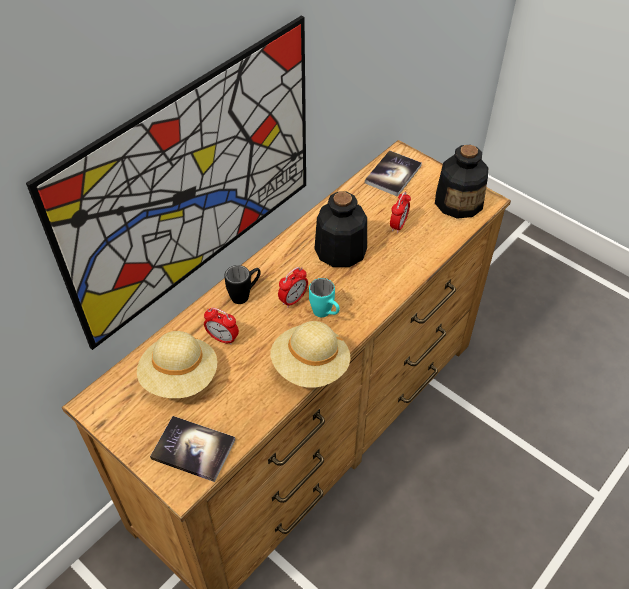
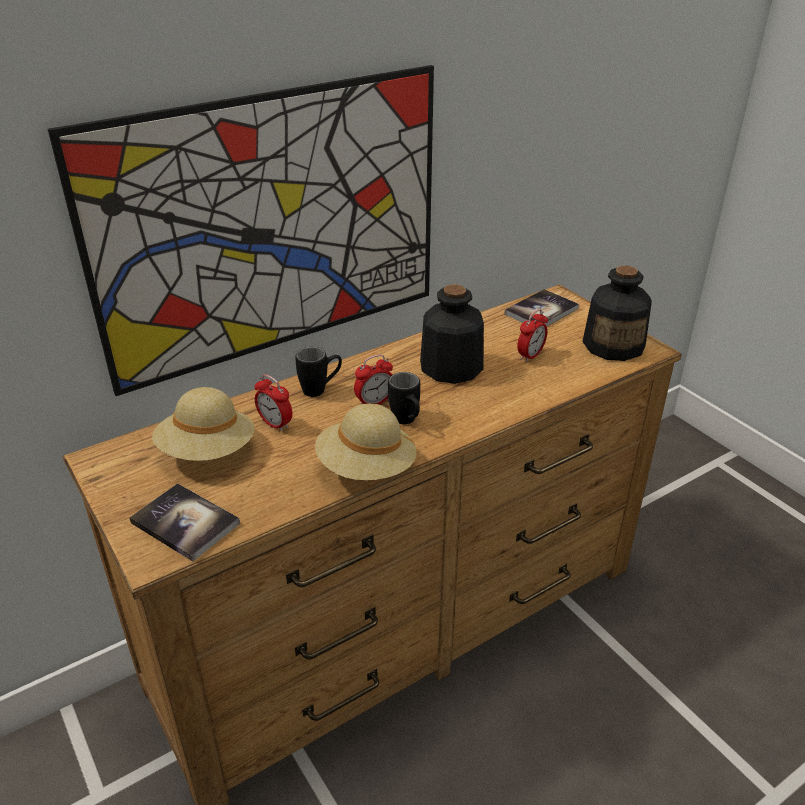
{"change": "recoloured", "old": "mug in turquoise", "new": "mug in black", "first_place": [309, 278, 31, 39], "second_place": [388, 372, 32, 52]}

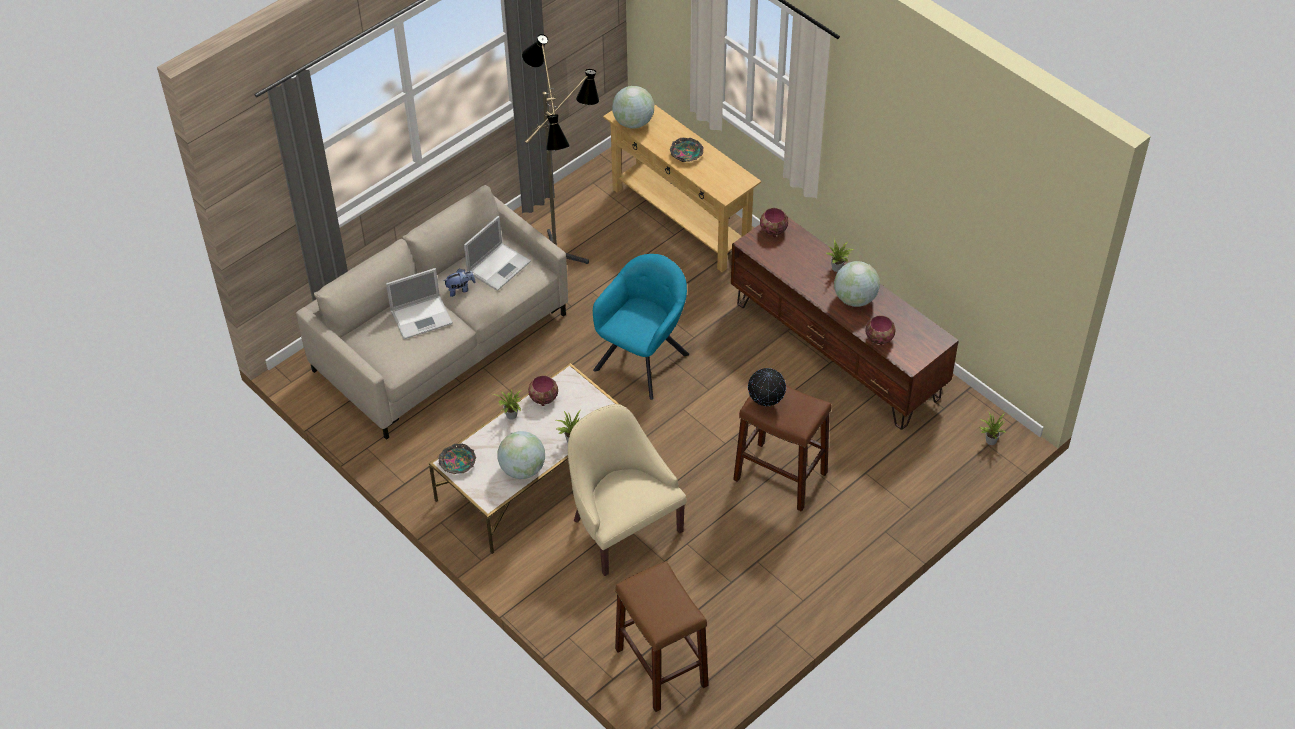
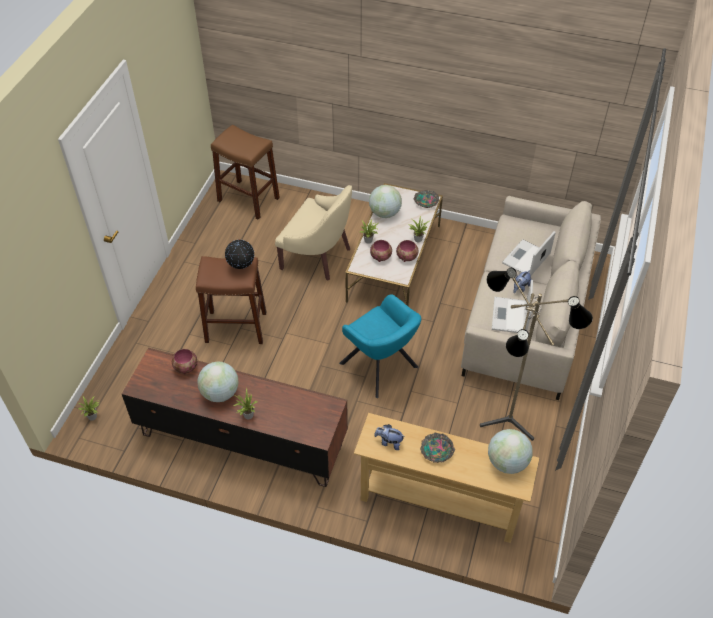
{"change": "added", "new": "plush toy", "second_place": [374, 424, 30, 26]}
{"change": "moved", "old": "bowl", "first_place": [760, 208, 28, 29], "second_place": [370, 240, 22, 22]}
{"change": "turned", "old": "armchair in turquoise", "first_place": [593, 254, 96, 146], "second_place": [339, 294, 82, 104], "degrees": -45}

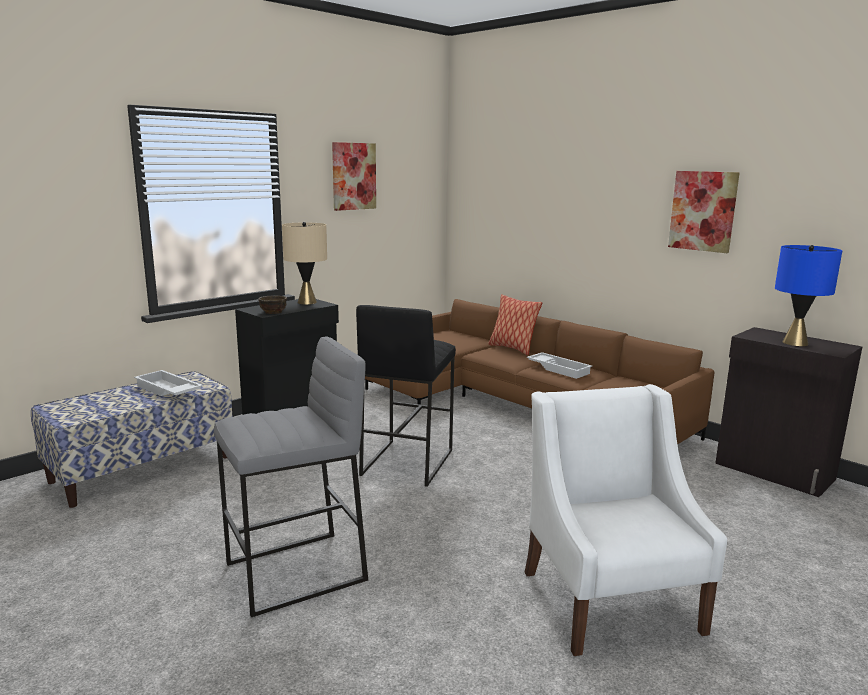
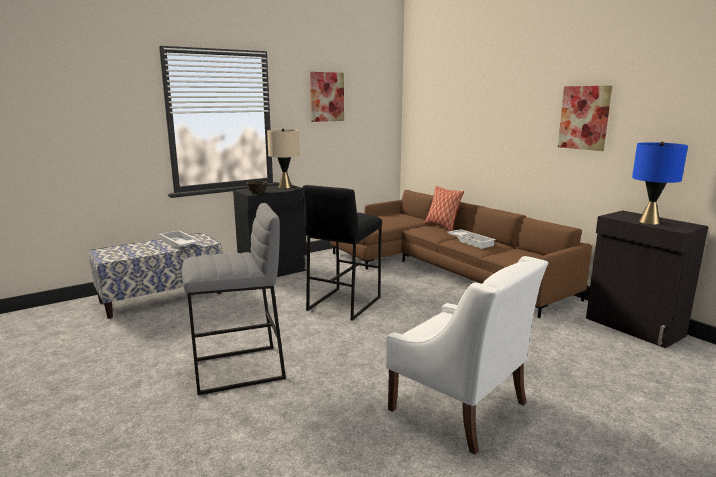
{"change": "turned", "old": "armchair in white", "first_place": [524, 384, 203, 272], "second_place": [386, 256, 162, 199], "degrees": 135}

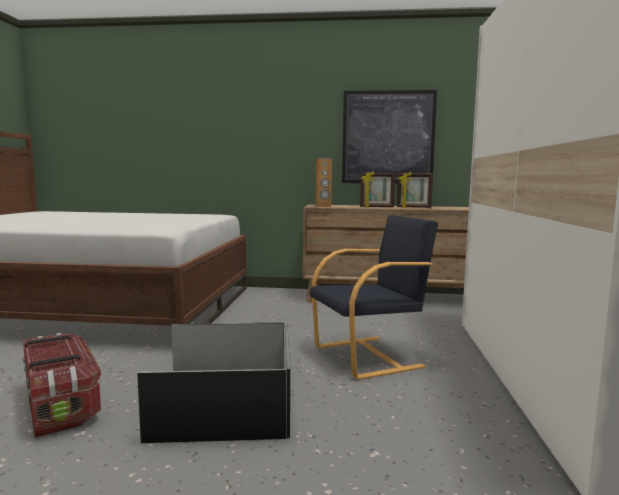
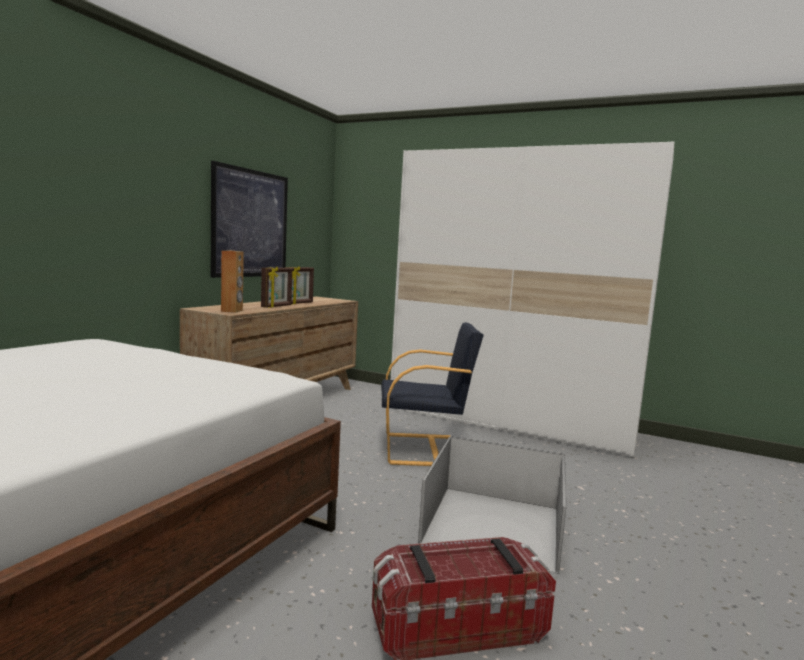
{"change": "turned", "old": "armchair in black", "first_place": [310, 215, 128, 165], "second_place": [381, 322, 103, 144], "degrees": 90}

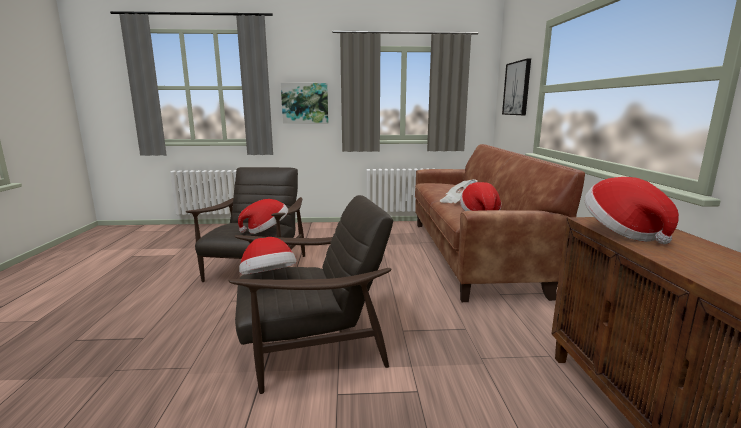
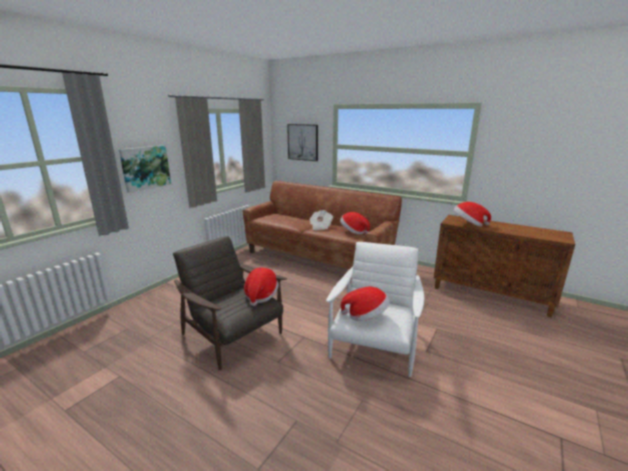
{"change": "recoloured", "old": "armchair in brown", "new": "armchair in white", "first_place": [229, 195, 164, 199], "second_place": [326, 242, 98, 135]}

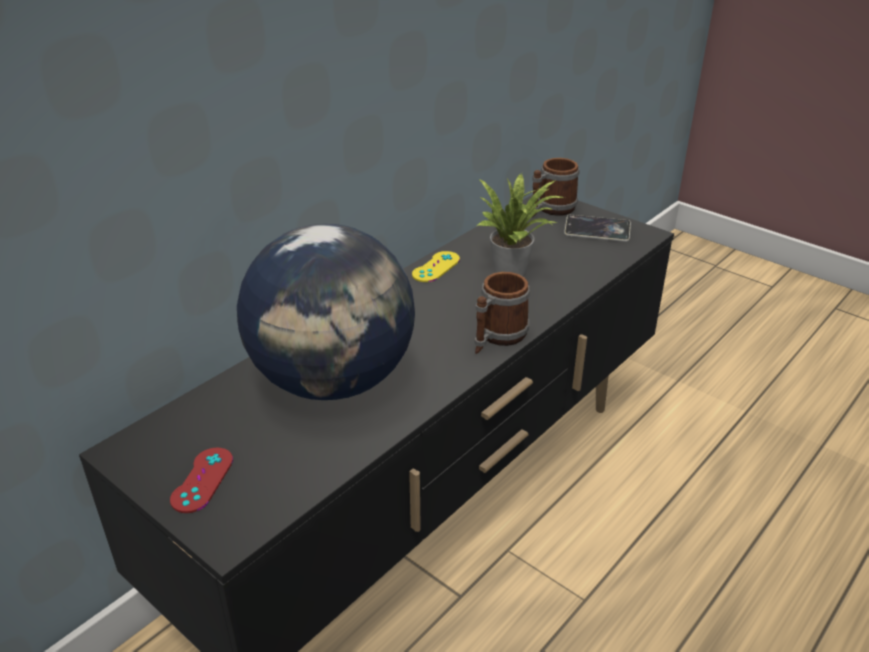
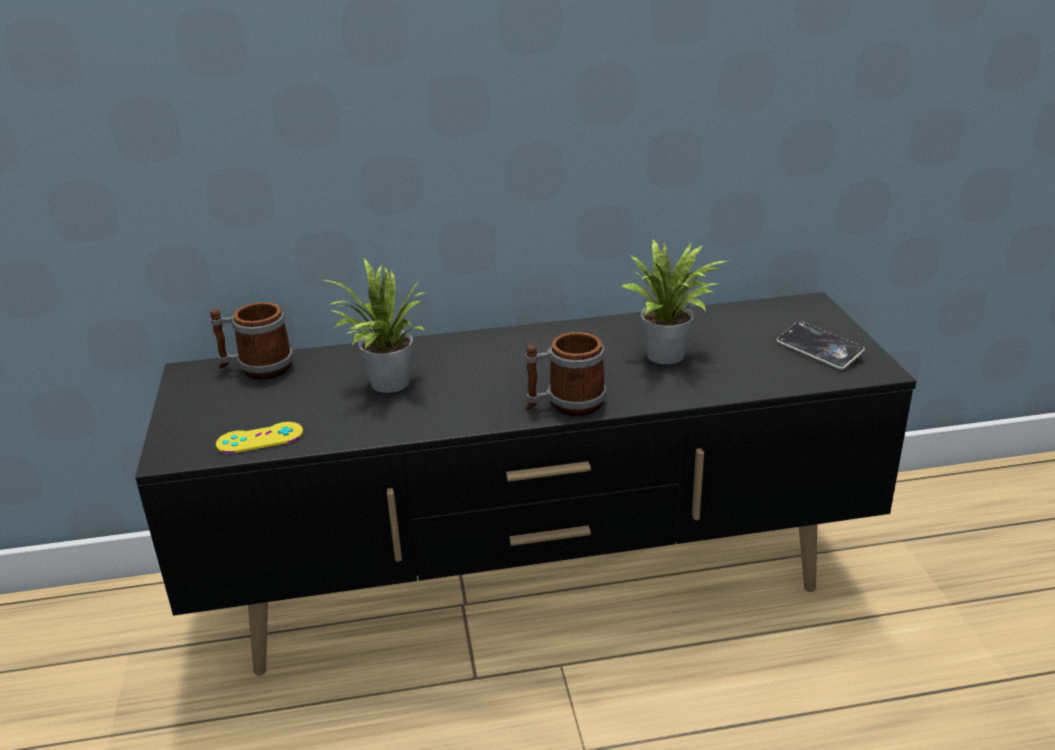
{"change": "removed", "old": "game controller in red", "first_place": [170, 448, 63, 65]}
{"change": "moved", "old": "game controller in yellow", "first_place": [412, 251, 48, 31], "second_place": [216, 422, 87, 32]}
{"change": "moved", "old": "mug", "first_place": [531, 158, 49, 60], "second_place": [210, 302, 83, 77]}
{"change": "replaced", "old": "globe", "new": "potted plant", "first_place": [237, 224, 178, 176], "second_place": [321, 259, 105, 134]}

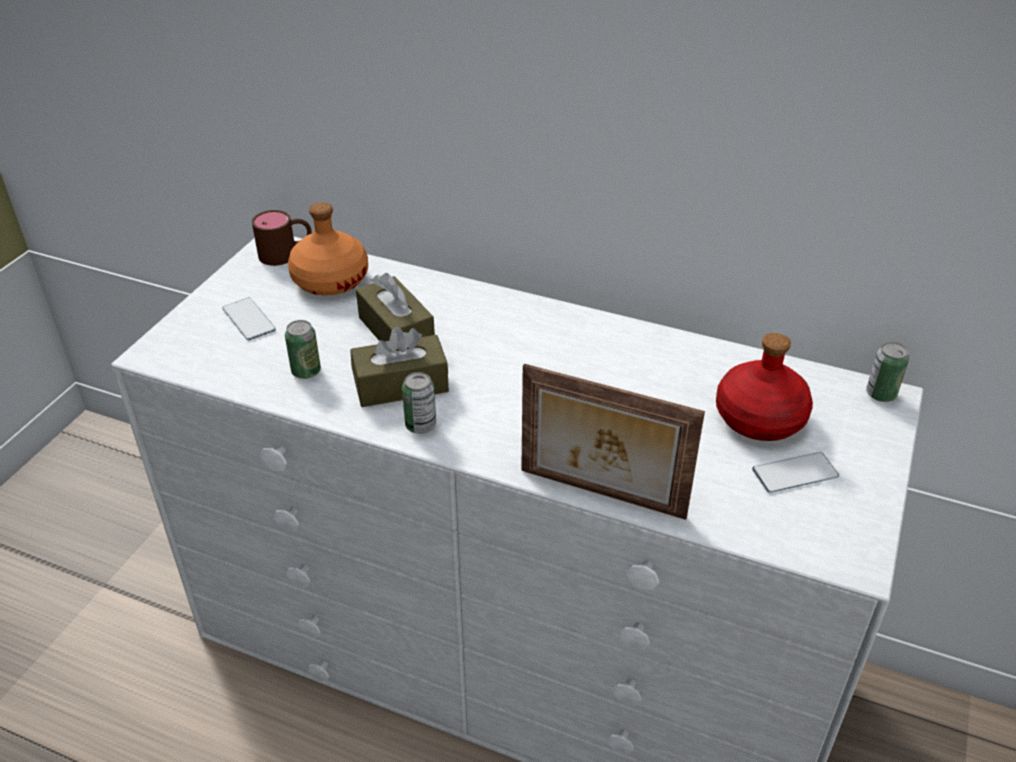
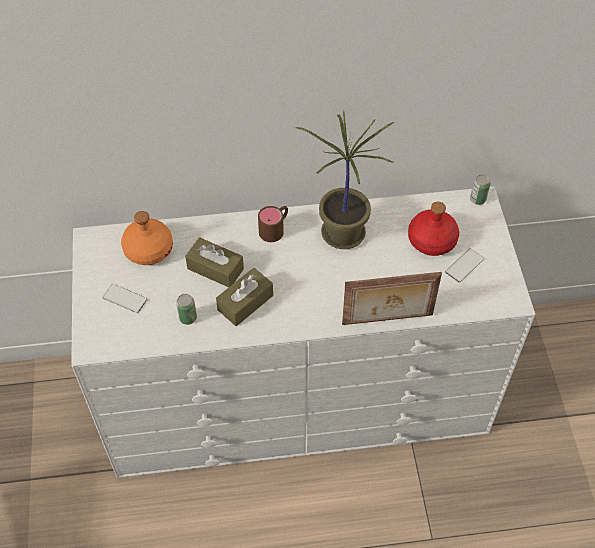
{"change": "removed", "old": "can", "first_place": [402, 372, 34, 62]}
{"change": "added", "new": "potted plant", "second_place": [295, 111, 99, 138]}
{"change": "moved", "old": "mug in brown", "first_place": [252, 210, 60, 56], "second_place": [258, 206, 30, 36]}

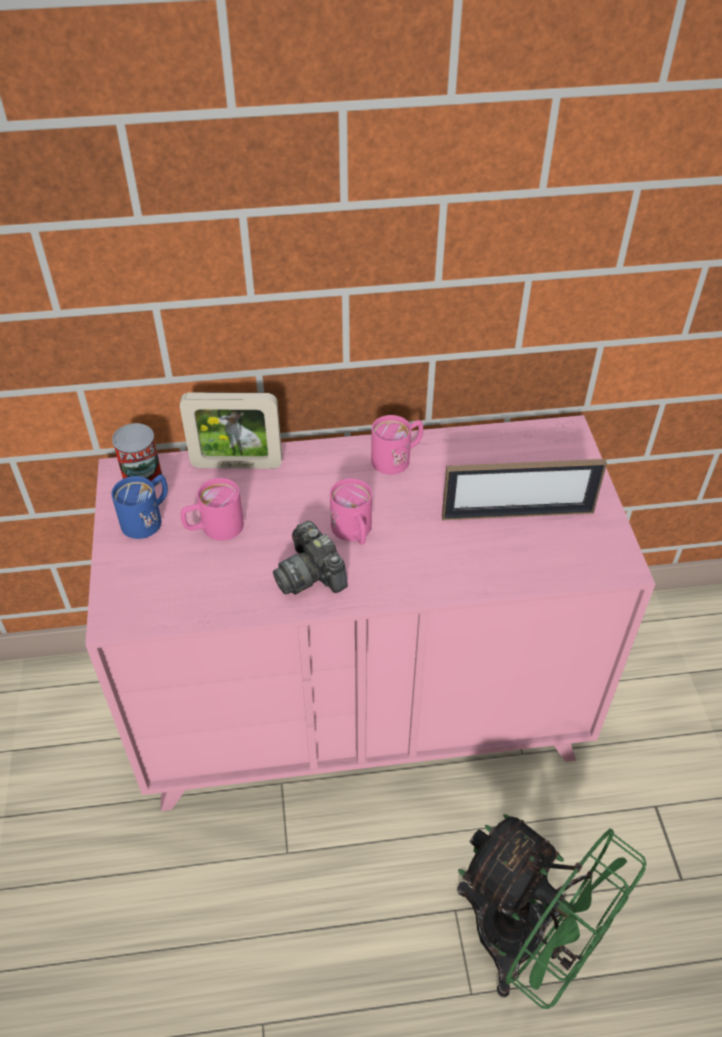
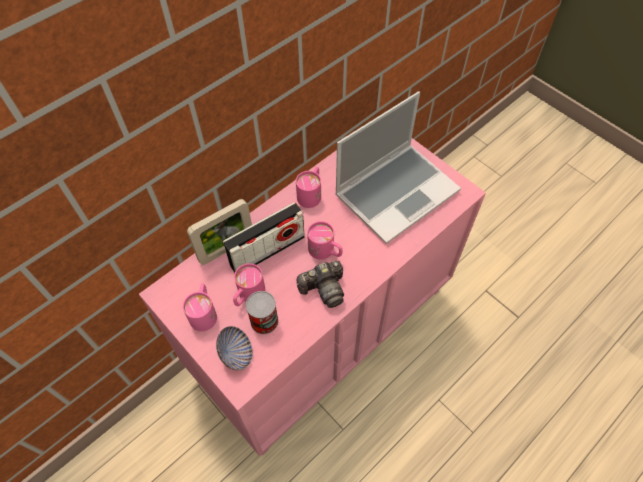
{"change": "removed", "old": "fan in green", "first_place": [457, 814, 190, 195]}
{"change": "added", "new": "bowl", "second_place": [216, 326, 37, 44]}
{"change": "added", "new": "radio", "second_place": [223, 202, 82, 70]}
{"change": "moved", "old": "can", "first_place": [112, 423, 51, 64], "second_place": [246, 291, 33, 43]}
{"change": "replaced", "old": "picture frame", "new": "laptop", "first_place": [442, 459, 165, 61], "second_place": [335, 91, 126, 153]}
{"change": "recoloured", "old": "mug in blue", "new": "mug in pink", "first_place": [111, 475, 57, 64], "second_place": [183, 284, 34, 47]}
{"change": "turned", "old": "photo camera", "first_place": [273, 521, 75, 74], "second_place": [297, 261, 47, 47], "degrees": -45}

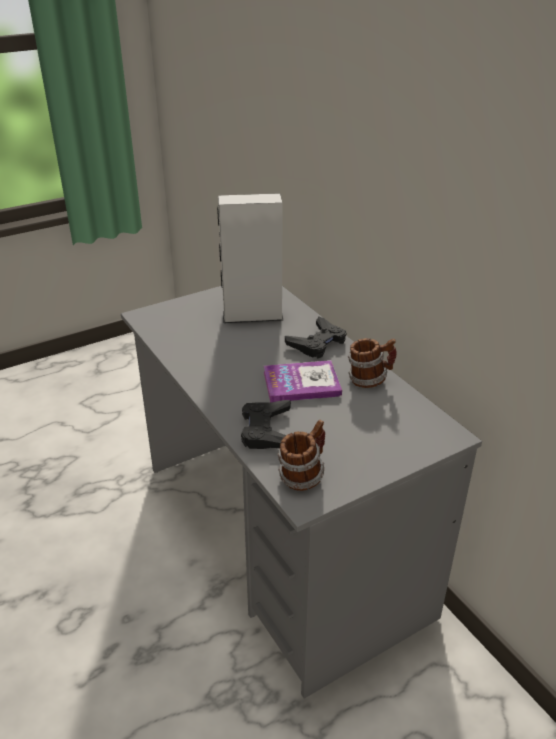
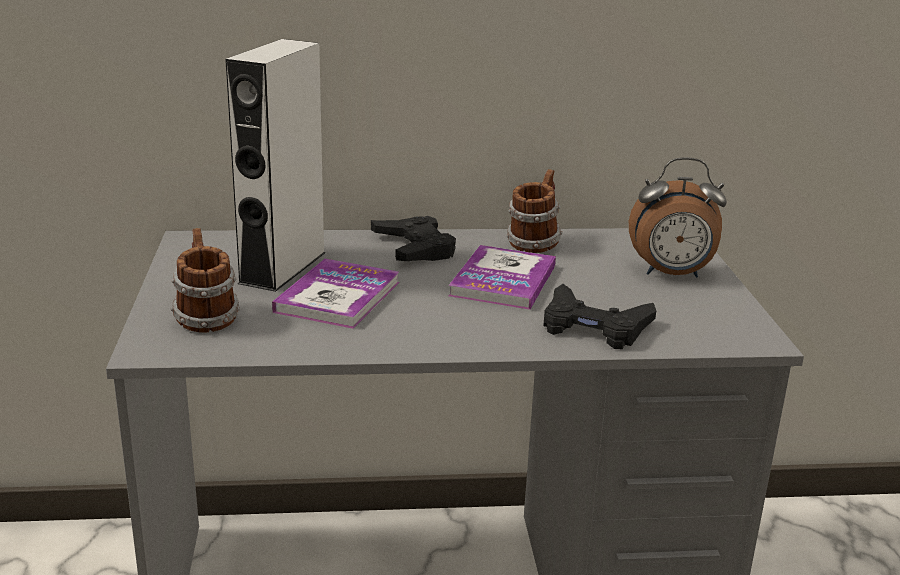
{"change": "added", "new": "book", "second_place": [272, 259, 127, 70]}
{"change": "added", "new": "alarm clock", "second_place": [629, 157, 98, 120]}
{"change": "moved", "old": "mug", "first_place": [277, 420, 48, 71], "second_place": [171, 228, 69, 105]}

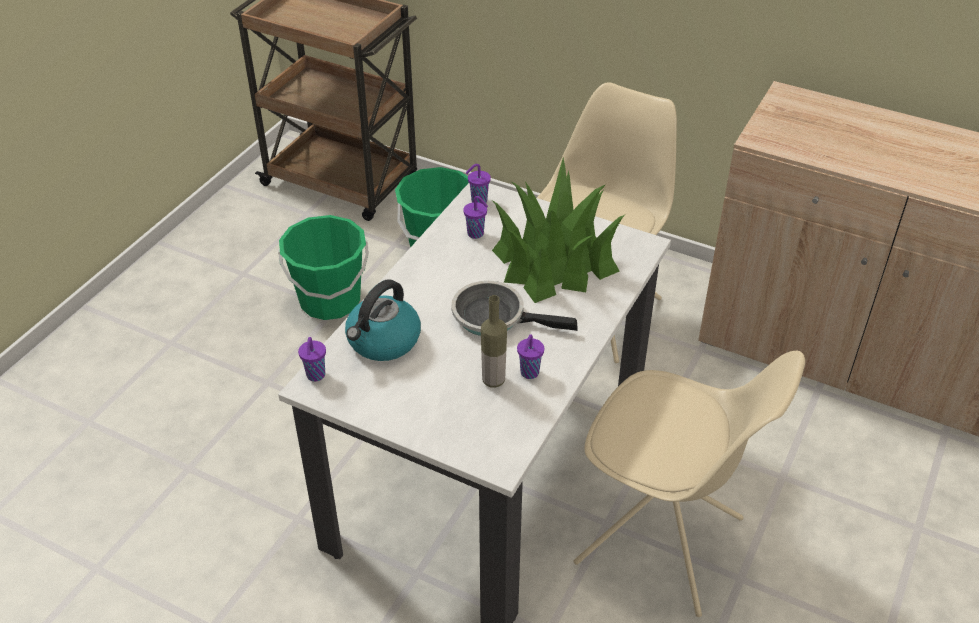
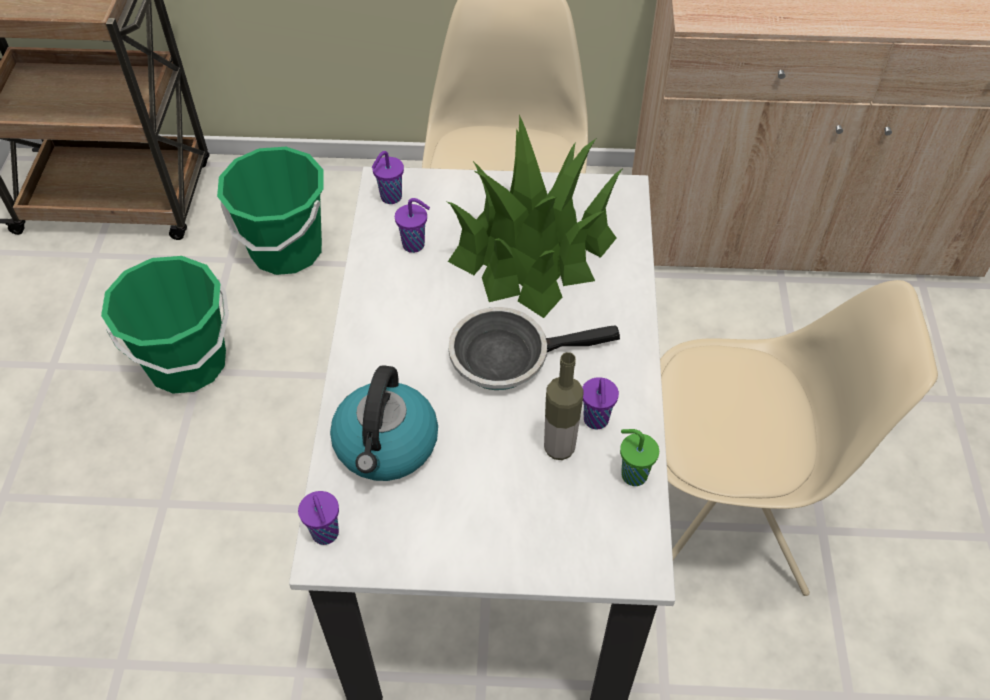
{"change": "added", "new": "cup in green", "second_place": [620, 429, 39, 57]}

